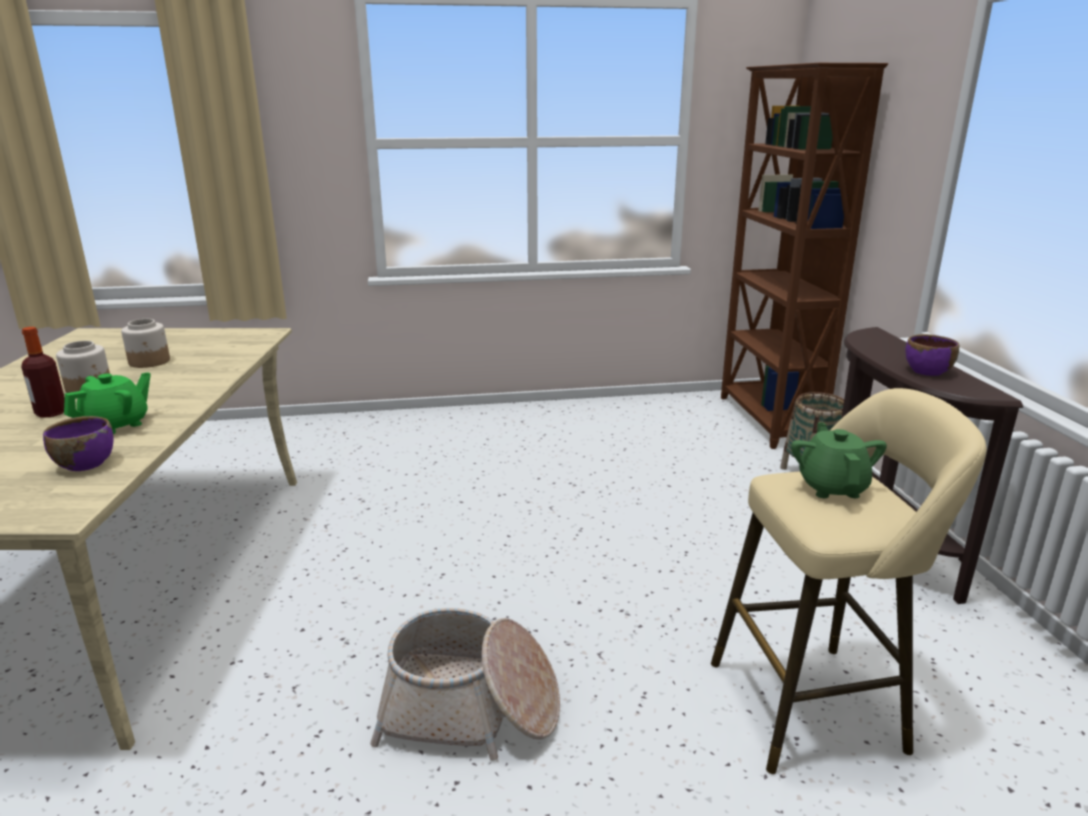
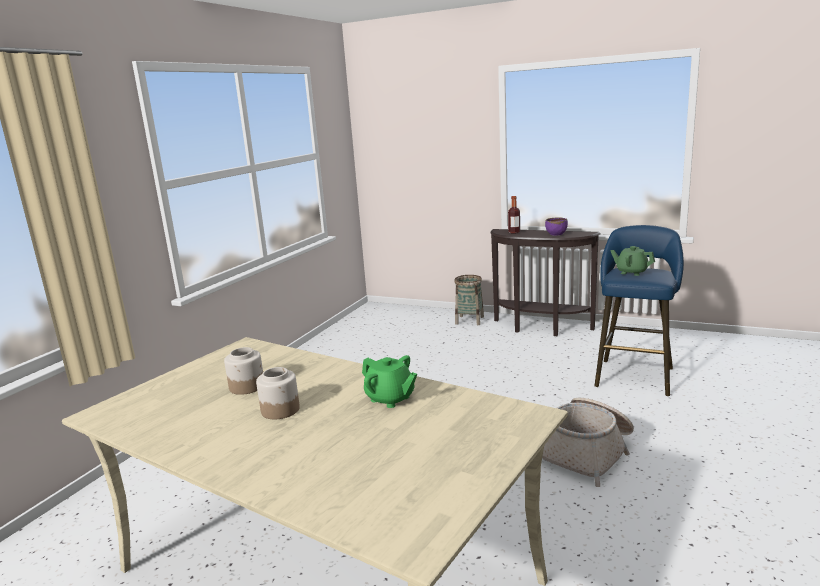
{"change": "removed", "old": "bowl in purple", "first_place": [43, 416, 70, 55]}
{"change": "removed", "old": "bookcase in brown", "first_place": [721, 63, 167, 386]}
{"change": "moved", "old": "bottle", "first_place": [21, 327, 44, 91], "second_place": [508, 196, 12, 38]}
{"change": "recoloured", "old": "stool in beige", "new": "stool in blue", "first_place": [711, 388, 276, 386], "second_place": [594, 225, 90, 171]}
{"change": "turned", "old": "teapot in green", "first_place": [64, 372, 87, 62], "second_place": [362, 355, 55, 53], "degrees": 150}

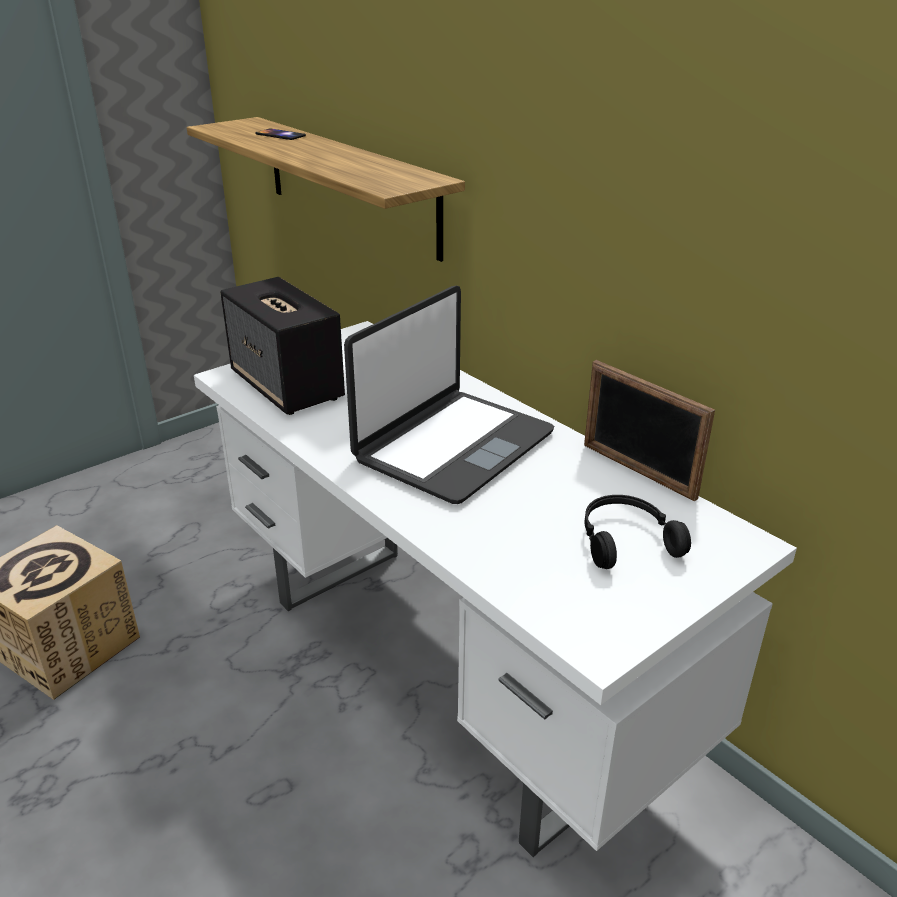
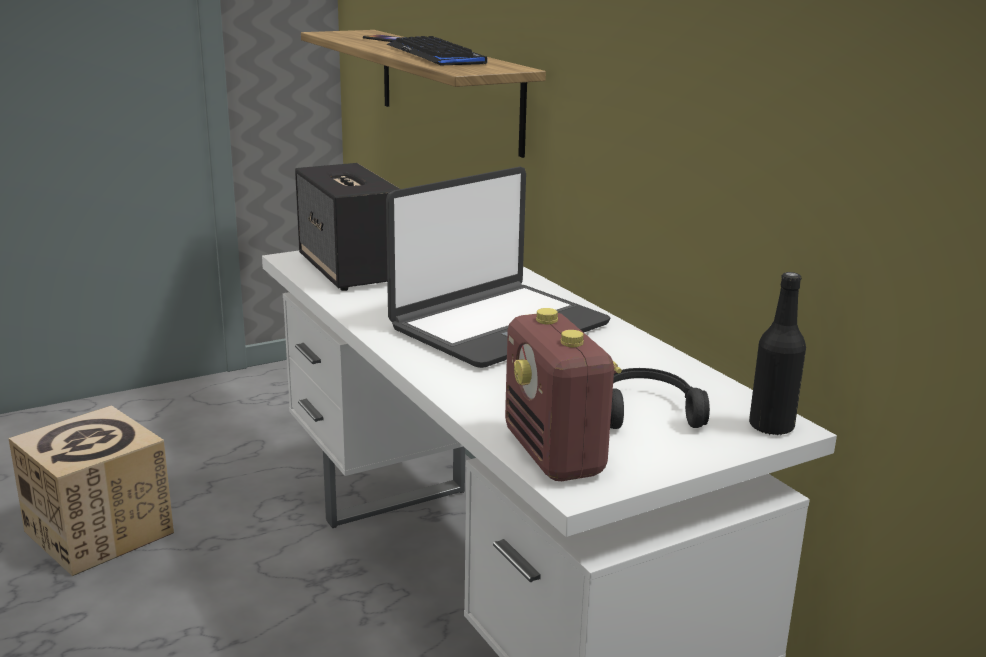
{"change": "removed", "old": "picture frame", "first_place": [584, 360, 131, 141]}
{"change": "added", "new": "keyboard", "second_place": [387, 36, 100, 29]}
{"change": "added", "new": "radio", "second_place": [505, 308, 117, 173]}
{"change": "added", "new": "bottle in black", "second_place": [749, 272, 57, 164]}

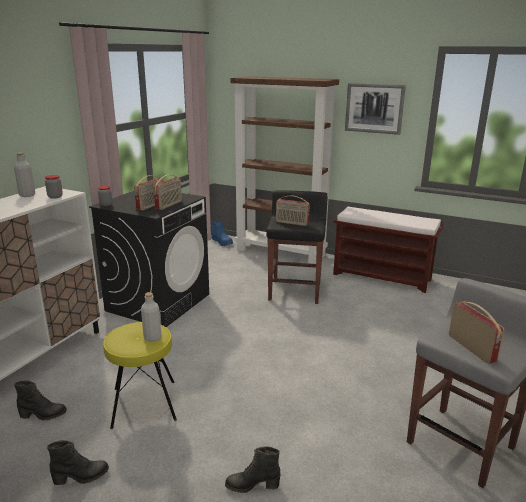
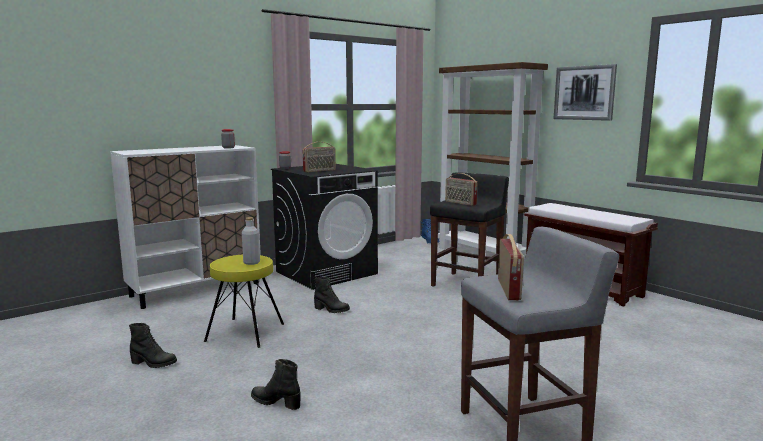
{"change": "removed", "old": "bottle in grey", "first_place": [14, 153, 21, 44]}
{"change": "removed", "old": "radio", "first_place": [153, 175, 29, 35]}
{"change": "moved", "old": "boot in black", "first_place": [14, 380, 53, 41], "second_place": [314, 277, 36, 36]}

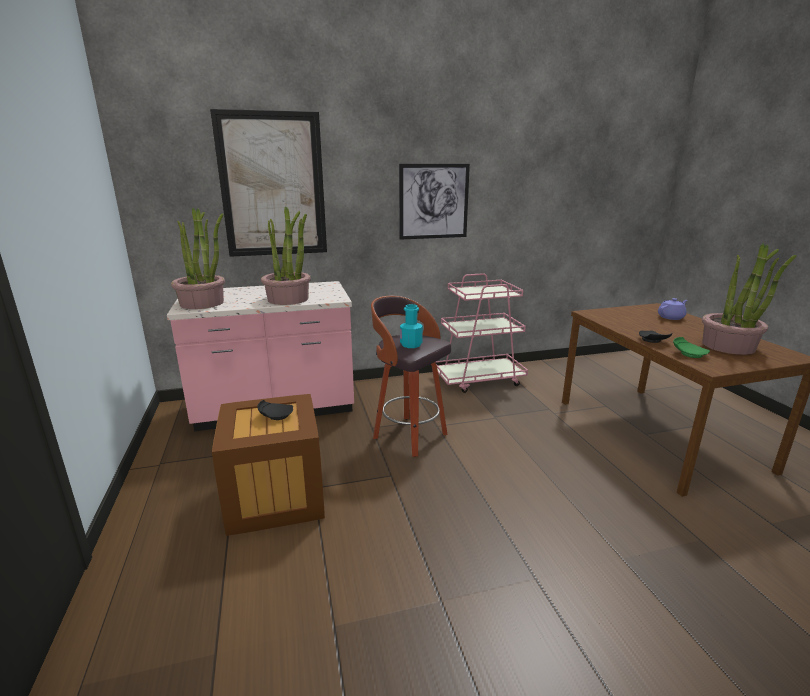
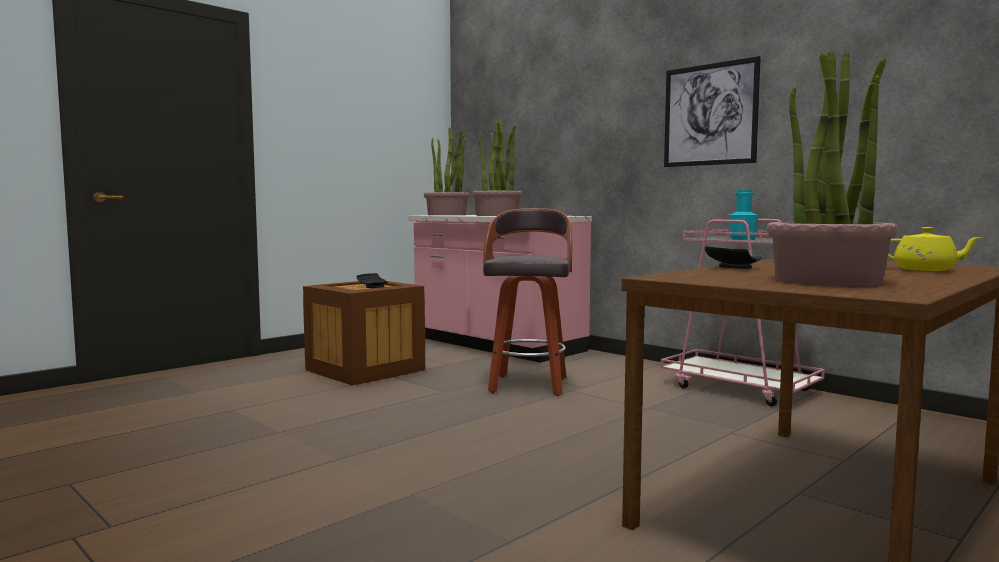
{"change": "removed", "old": "picture", "first_place": [210, 109, 117, 148]}
{"change": "removed", "old": "plate in green", "first_place": [673, 337, 37, 21]}
{"change": "moved", "old": "bottle in turquoise", "first_place": [400, 304, 23, 44], "second_place": [729, 190, 29, 50]}
{"change": "recoloured", "old": "teapot in purple", "new": "teapot in yellow", "first_place": [658, 298, 29, 22], "second_place": [888, 227, 96, 44]}

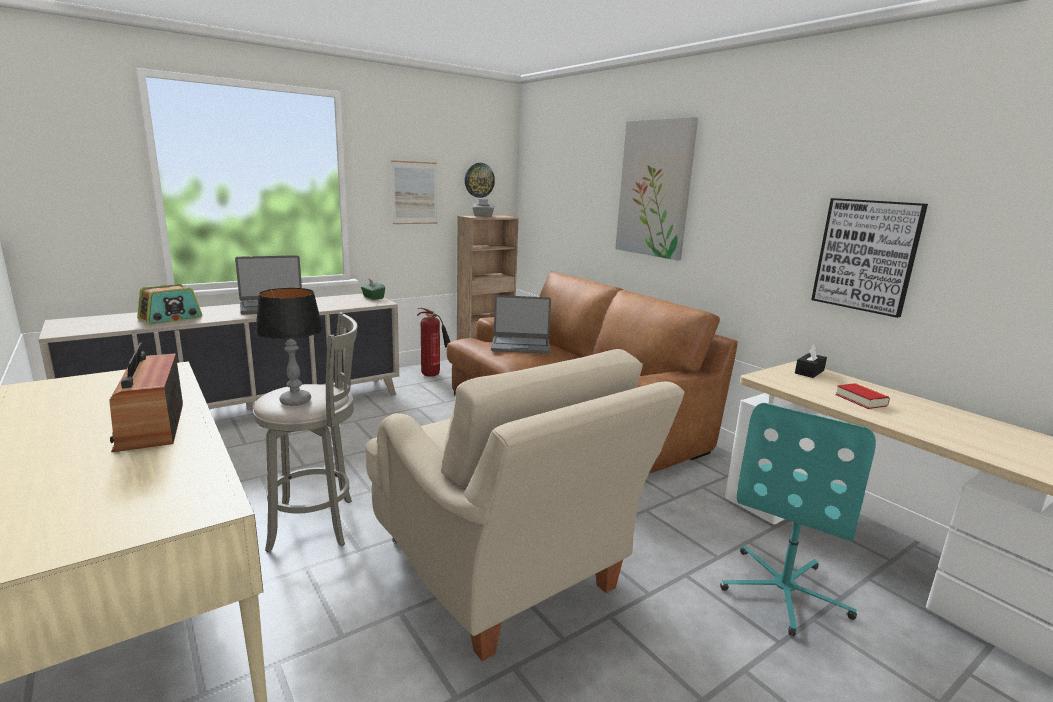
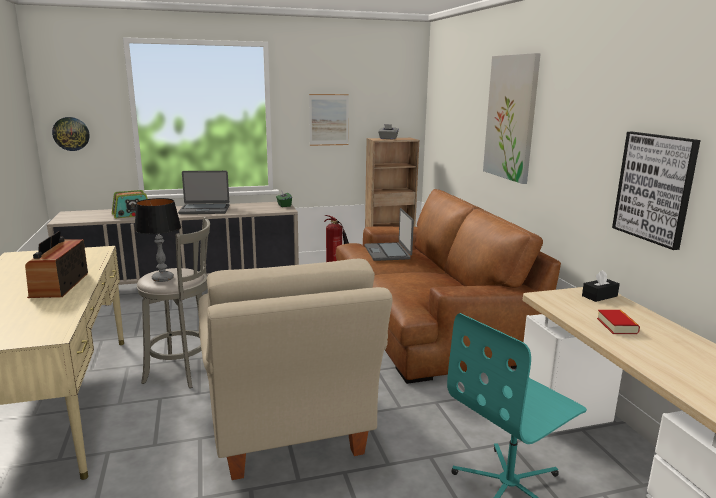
{"change": "moved", "old": "wall clock", "first_place": [465, 163, 30, 35], "second_place": [52, 117, 38, 34]}
{"change": "turned", "old": "laptop", "first_place": [491, 295, 60, 59], "second_place": [365, 208, 49, 53], "degrees": 60}

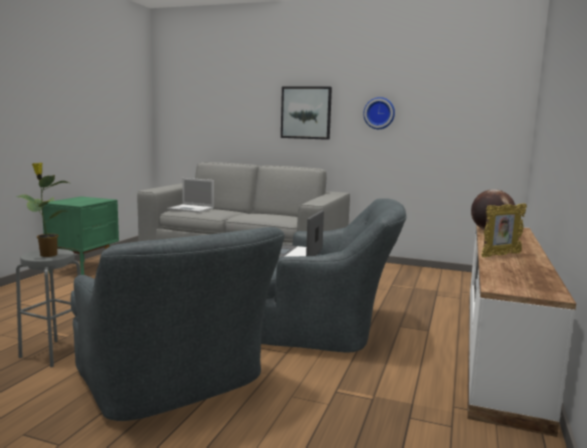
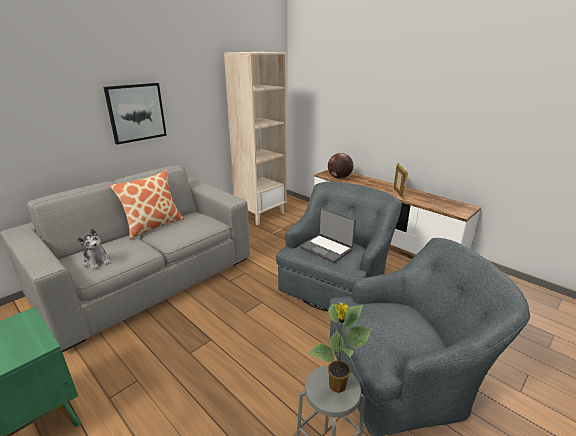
{"change": "removed", "old": "wall clock", "first_place": [363, 97, 32, 32]}
{"change": "added", "new": "pillow", "second_place": [110, 170, 74, 70]}
{"change": "added", "new": "bookcase in beige", "second_place": [224, 52, 62, 173]}
{"change": "replaced", "old": "laptop", "new": "plush toy", "first_place": [167, 178, 47, 35], "second_place": [77, 228, 34, 42]}

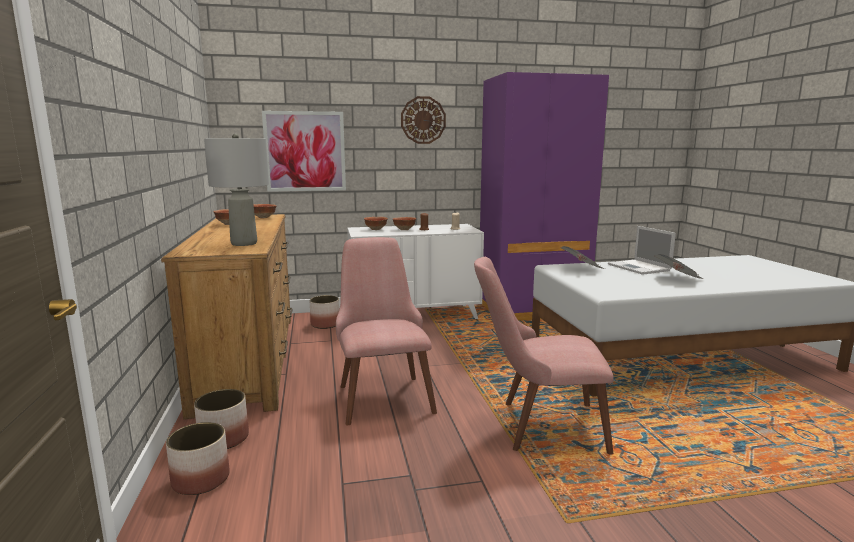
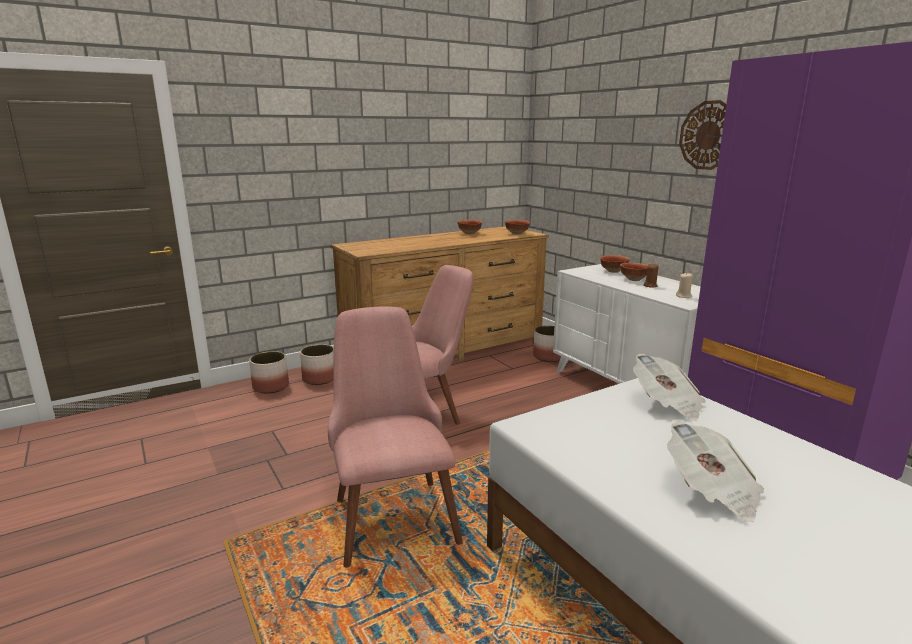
{"change": "removed", "old": "table lamp in grey", "first_place": [204, 134, 65, 112]}
{"change": "removed", "old": "picture", "first_place": [262, 111, 84, 81]}
{"change": "removed", "old": "laptop", "first_place": [608, 226, 68, 49]}

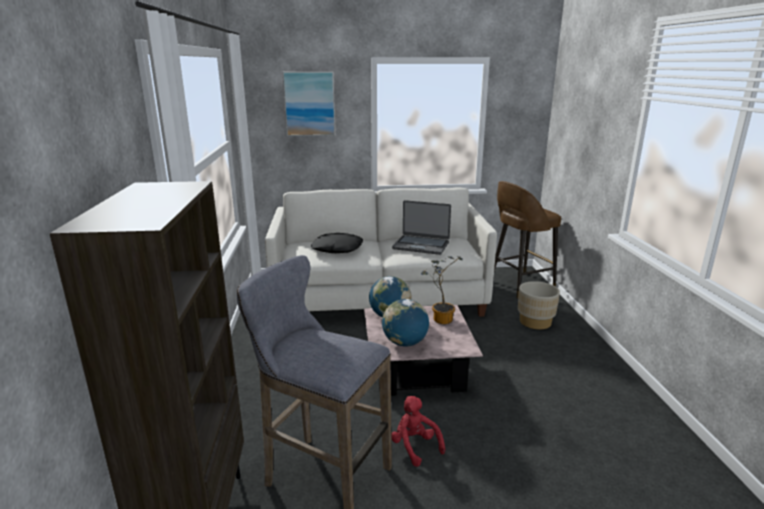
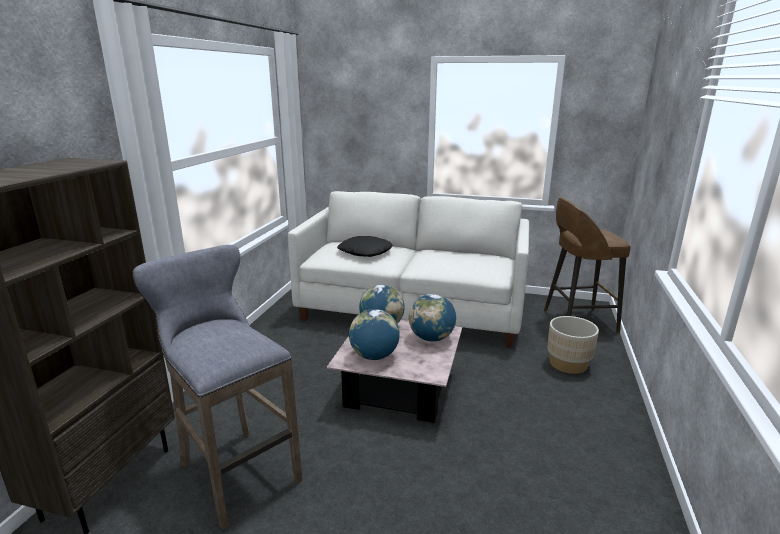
{"change": "removed", "old": "picture", "first_place": [282, 71, 54, 65]}
{"change": "removed", "old": "plush toy in red", "first_place": [391, 396, 54, 71]}
{"change": "removed", "old": "laptop", "first_place": [392, 200, 59, 55]}
{"change": "replaced", "old": "potted plant", "new": "globe", "first_place": [421, 256, 42, 68], "second_place": [409, 294, 47, 48]}

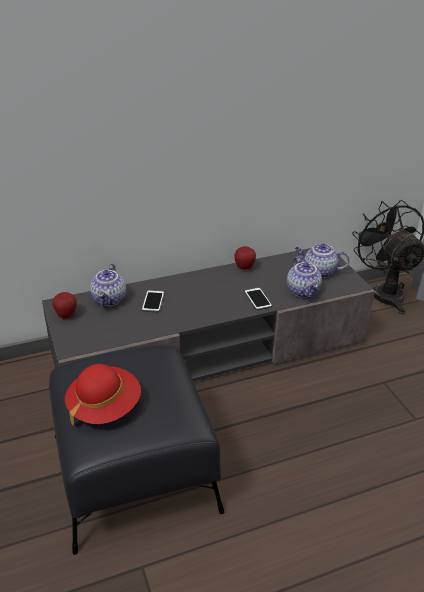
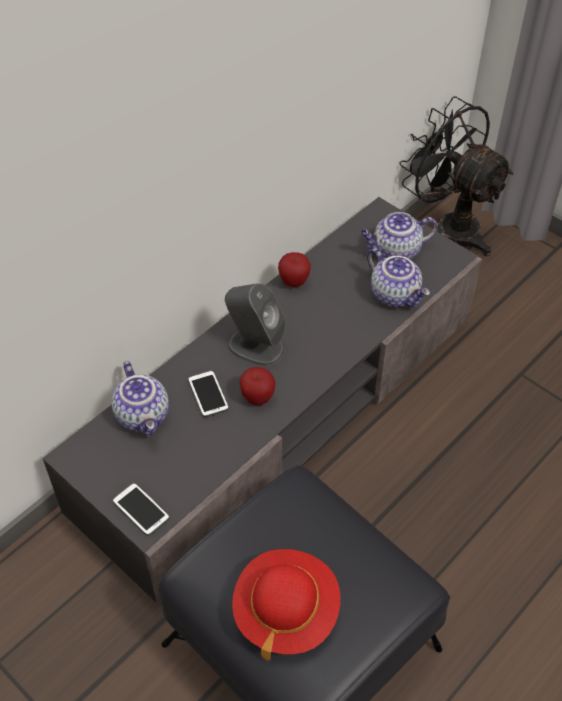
{"change": "added", "new": "speaker in grey", "second_place": [225, 283, 60, 83]}
{"change": "moved", "old": "apple", "first_place": [52, 292, 25, 27], "second_place": [239, 367, 36, 38]}
{"change": "moved", "old": "phone", "first_place": [244, 287, 28, 23], "second_place": [112, 483, 58, 53]}

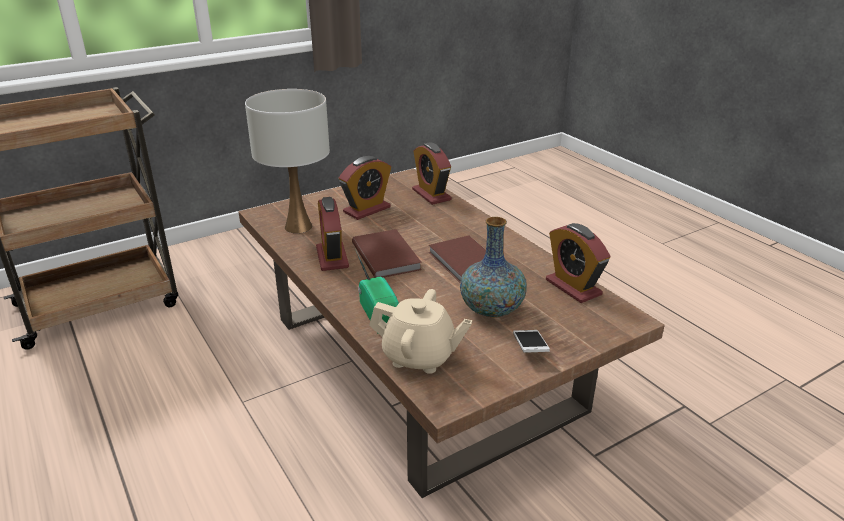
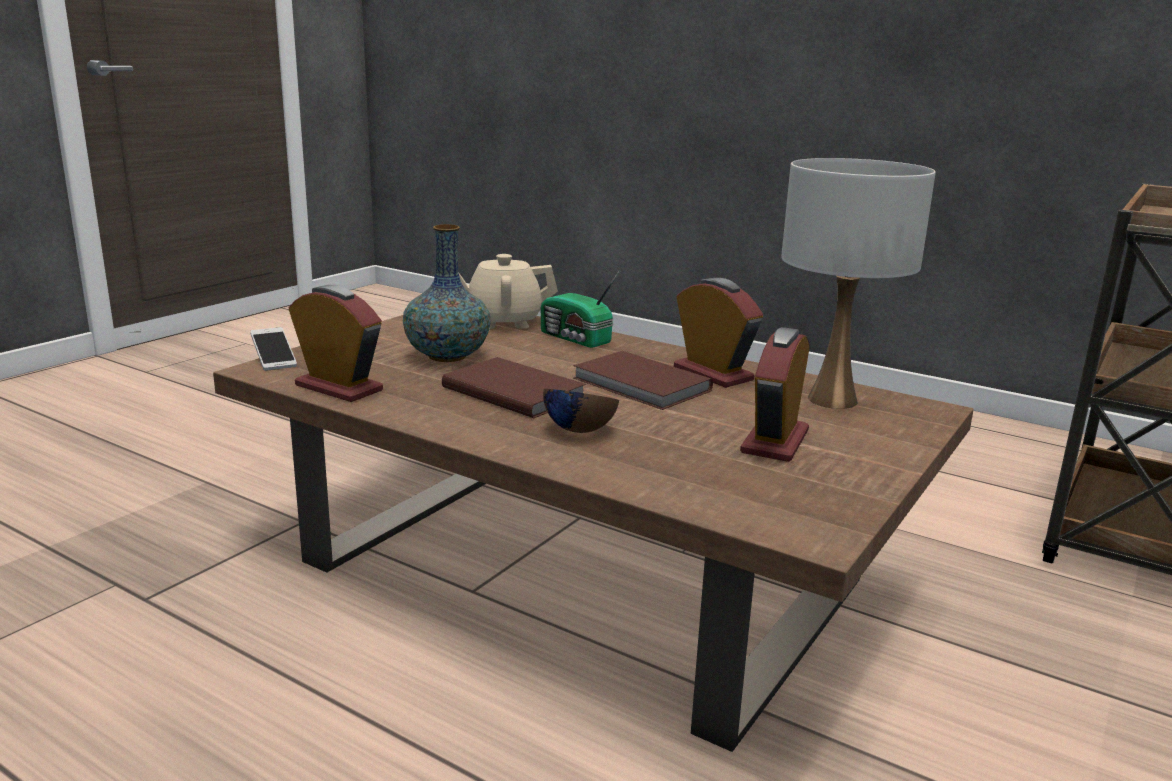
{"change": "removed", "old": "alarm clock", "first_place": [412, 143, 39, 62]}
{"change": "added", "new": "bowl in brown", "second_place": [543, 389, 76, 44]}
{"change": "moved", "old": "phone", "first_place": [513, 330, 37, 23], "second_place": [250, 327, 47, 44]}

